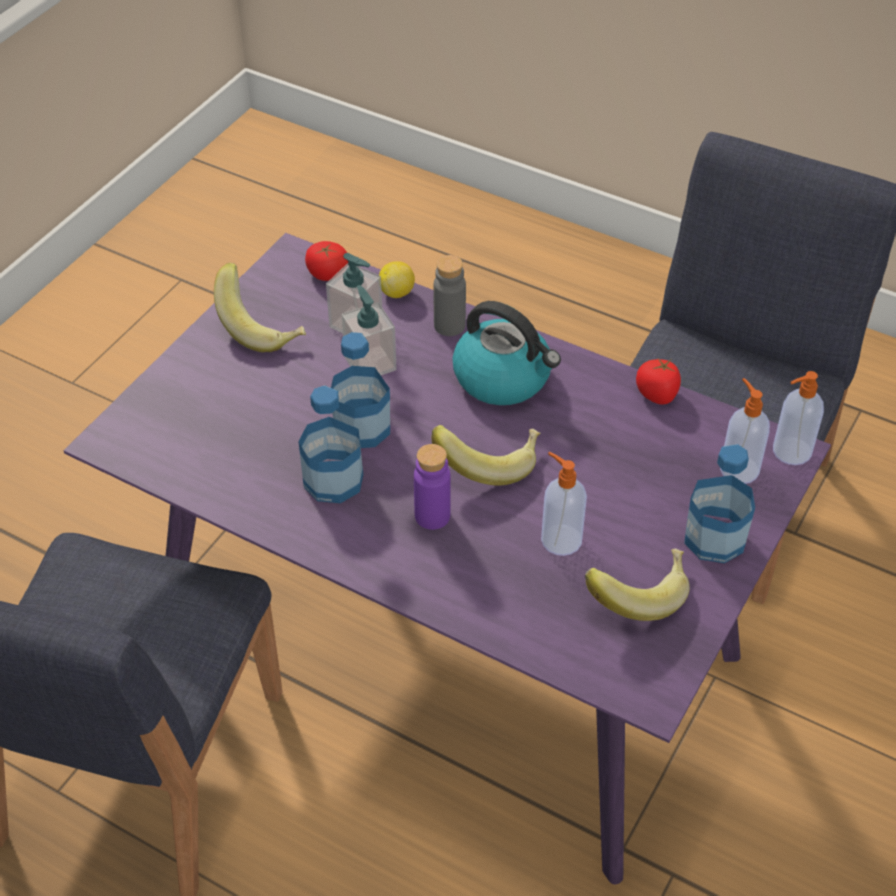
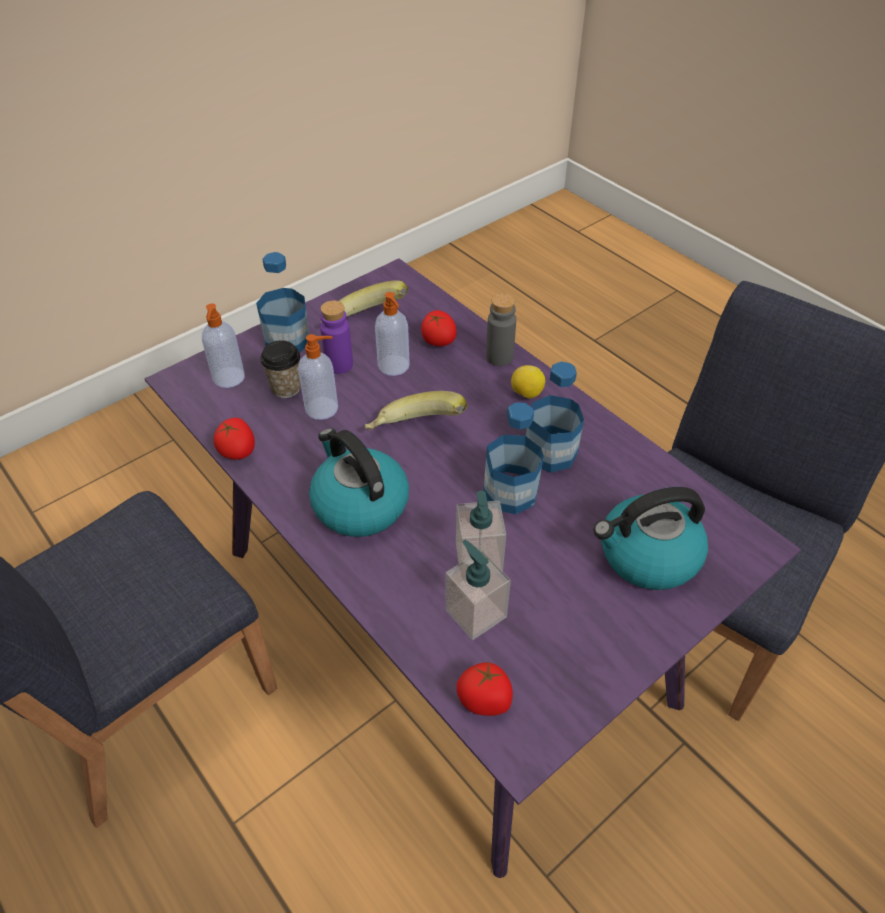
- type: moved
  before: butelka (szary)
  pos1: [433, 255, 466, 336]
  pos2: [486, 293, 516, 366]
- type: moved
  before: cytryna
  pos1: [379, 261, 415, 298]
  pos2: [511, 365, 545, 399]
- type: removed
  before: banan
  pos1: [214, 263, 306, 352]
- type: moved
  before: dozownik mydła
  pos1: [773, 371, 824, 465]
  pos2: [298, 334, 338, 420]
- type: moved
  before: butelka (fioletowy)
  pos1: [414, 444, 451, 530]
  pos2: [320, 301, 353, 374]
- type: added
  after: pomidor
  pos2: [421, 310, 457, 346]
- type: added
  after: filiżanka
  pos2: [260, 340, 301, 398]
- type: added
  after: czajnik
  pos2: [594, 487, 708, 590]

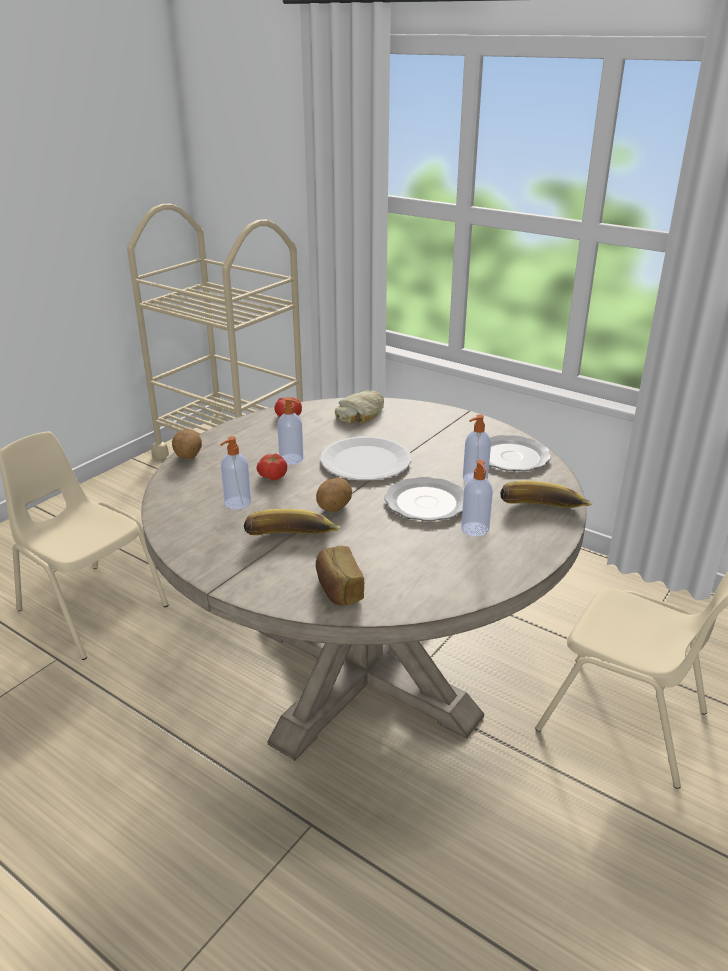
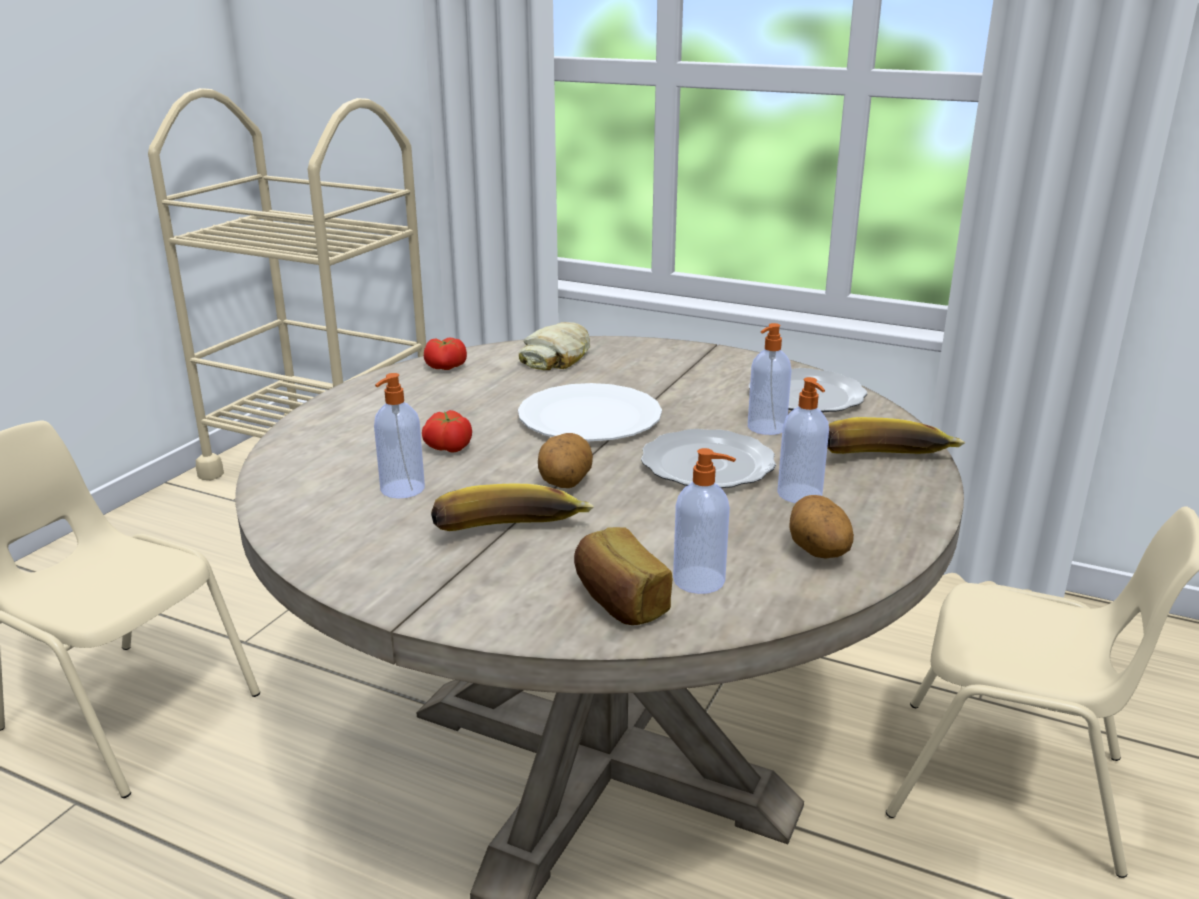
- type: moved
  before: dozownik mydła
  pos1: [277, 397, 304, 465]
  pos2: [673, 448, 736, 594]
- type: moved
  before: ziemniak
  pos1: [172, 429, 202, 459]
  pos2: [789, 495, 854, 559]

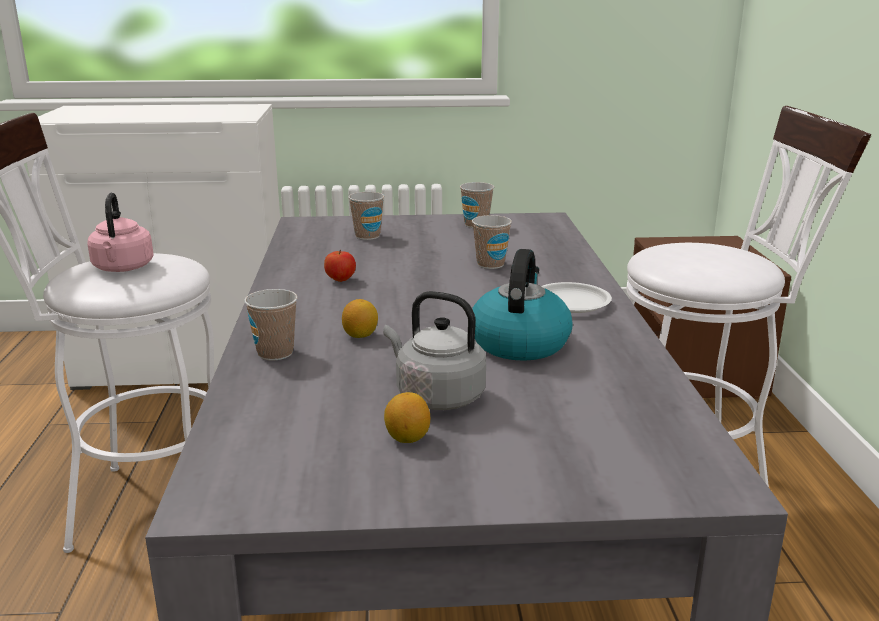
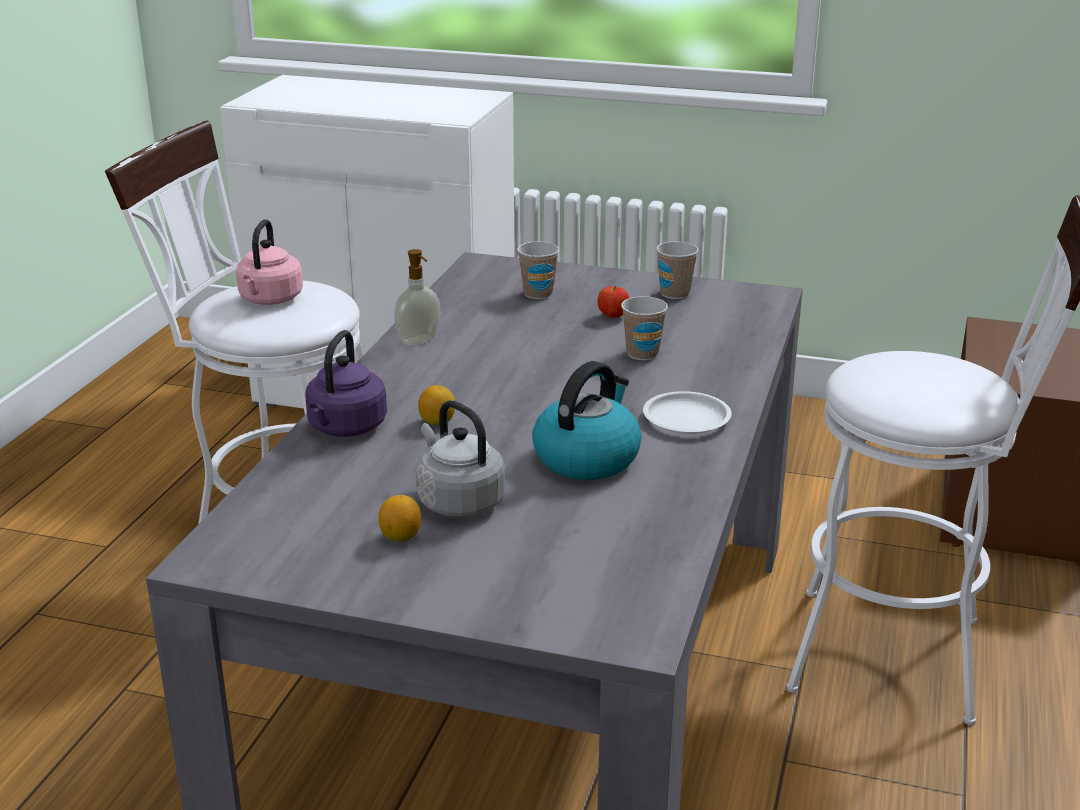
- type: moved
  before: jabłko
  pos1: [324, 250, 356, 282]
  pos2: [597, 286, 629, 318]
- type: replaced
  before: filiżanka
  after: czajnik (fioletowy)
  pos1: [244, 289, 298, 361]
  pos2: [305, 330, 387, 437]
- type: added
  after: dozownik mydła
  pos2: [394, 249, 441, 346]

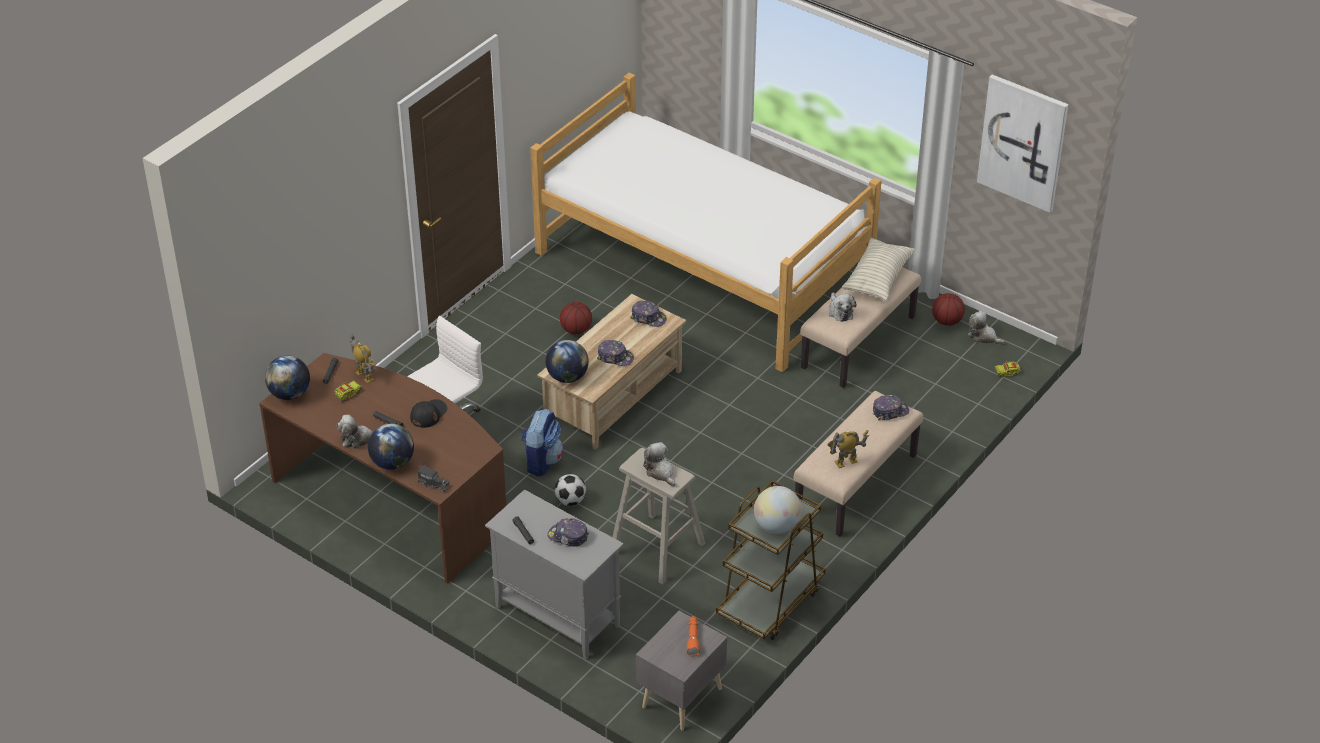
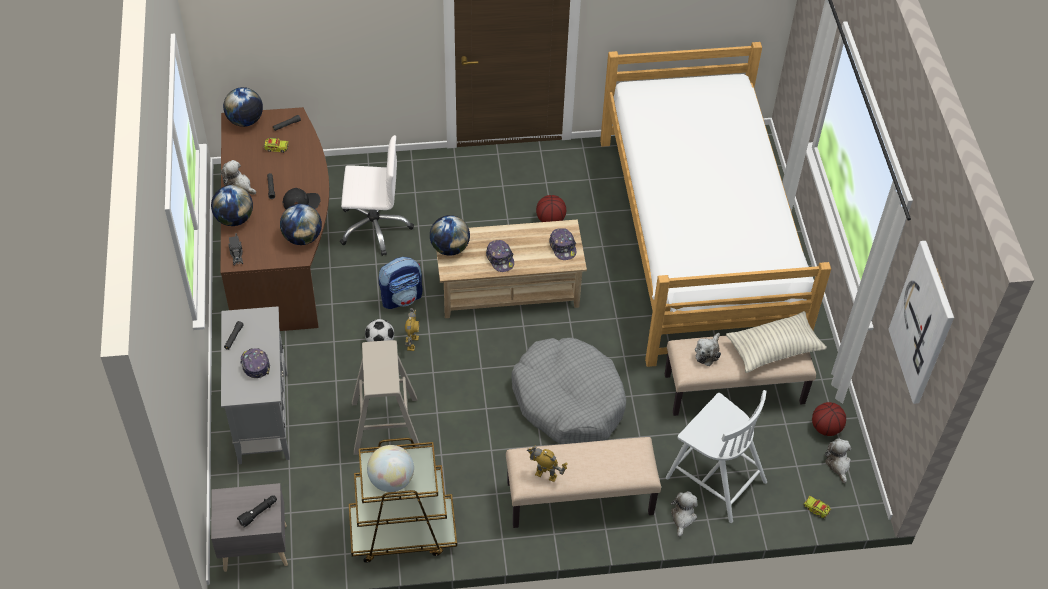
- type: moved
  before: robot zabawkowy
  pos1: [350, 334, 375, 384]
  pos2: [405, 308, 419, 351]
- type: removed
  before: czapka z daszkiem
  pos1: [873, 395, 909, 420]
- type: moved
  before: pluszak
  pos1: [644, 442, 676, 486]
  pos2: [671, 491, 697, 537]
- type: recoloured
  before: latarka (pomarańczowy)
  after: latarka (czarny)
  pos1: [687, 616, 700, 656]
  pos2: [237, 495, 277, 528]
- type: added
  after: globus
  pos2: [280, 204, 322, 245]
- type: added
  after: legowisko (szary)
  pos2: [512, 338, 626, 444]
- type: added
  after: krzesło (biały)
  pos2: [666, 390, 767, 523]

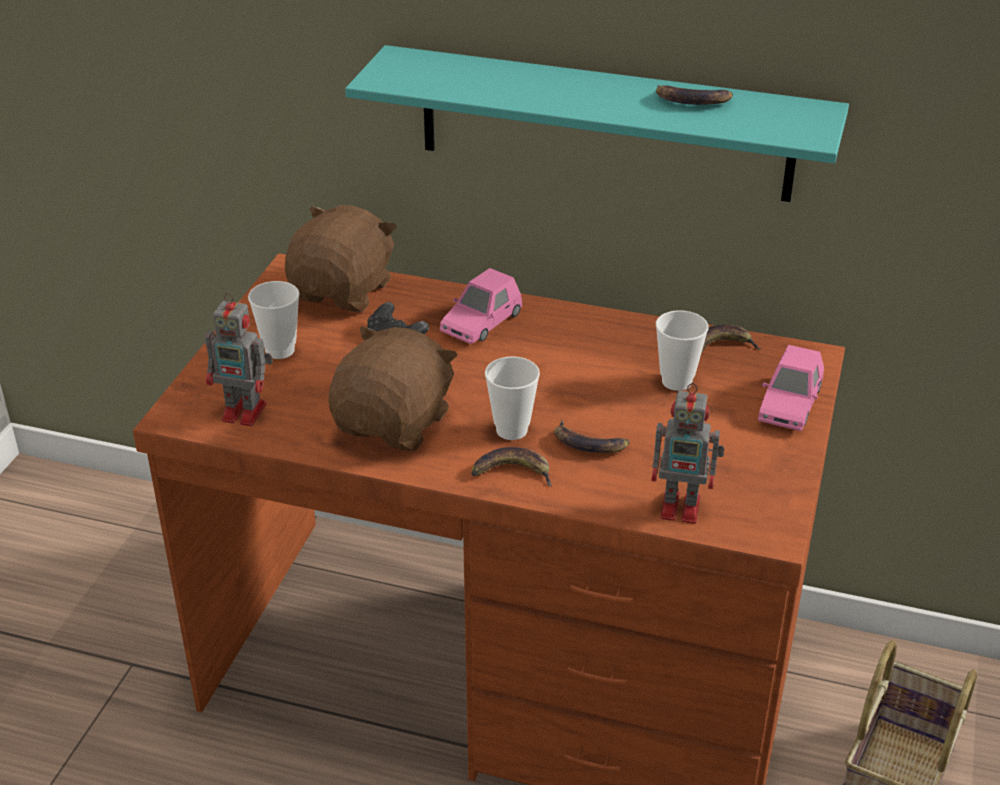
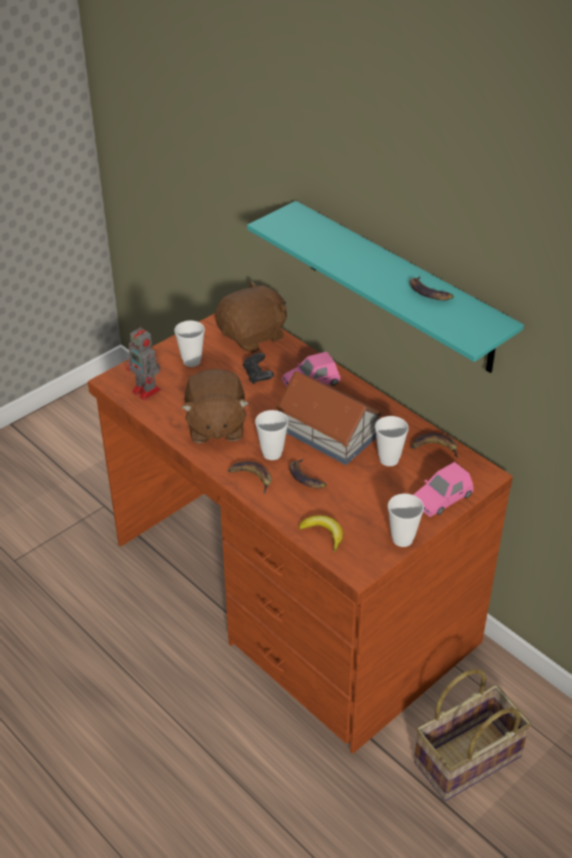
- type: turned
  before: pluszak (brązowy)
  pos1: [328, 326, 458, 451]
  pos2: [181, 369, 249, 443]
  turn: 120
- type: replaced
  before: robot zabawkowy
  after: banan
  pos1: [651, 383, 725, 524]
  pos2: [299, 515, 343, 552]
- type: added
  after: domek
  pos2: [276, 371, 384, 465]
- type: added
  after: filiżanka
  pos2: [388, 494, 424, 547]

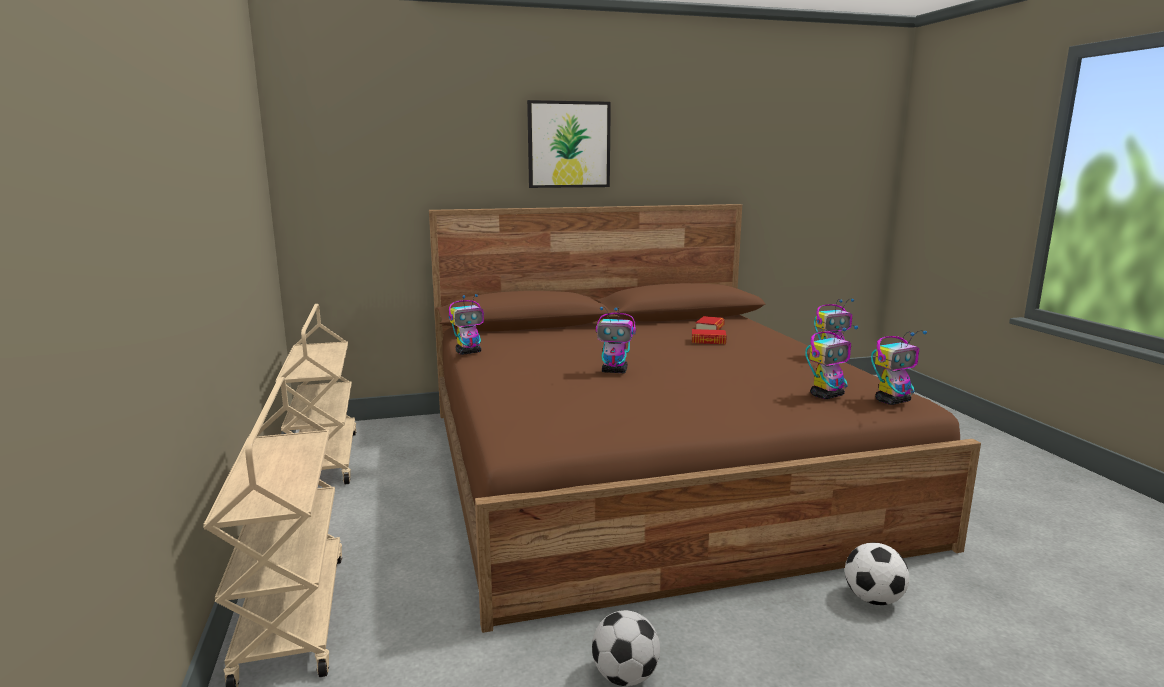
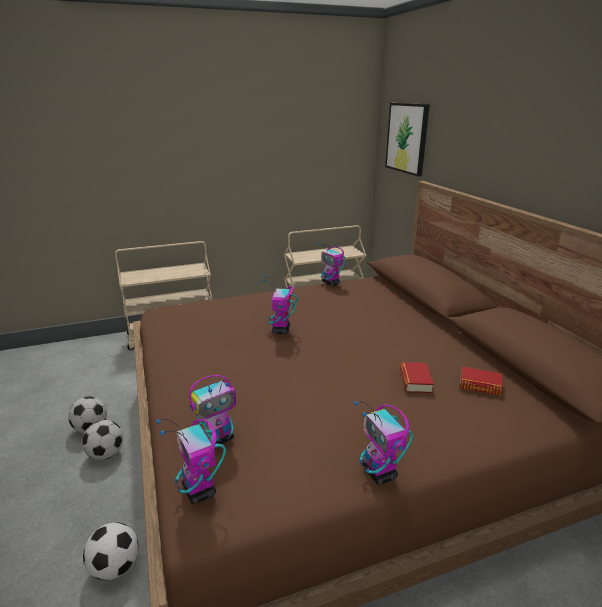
- type: moved
  before: obraz
  pos1: [527, 100, 611, 188]
  pos2: [385, 103, 430, 177]
- type: turned
  before: robot zabawkowy
  pos1: [806, 325, 858, 399]
  pos2: [189, 375, 236, 444]
  turn: -90
- type: added
  after: piłka futbolowa
  pos2: [82, 420, 123, 460]

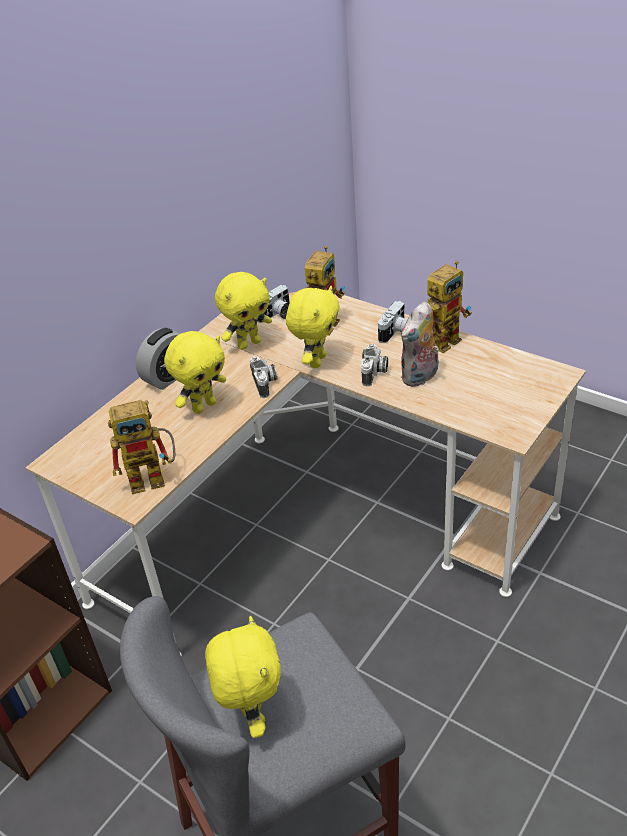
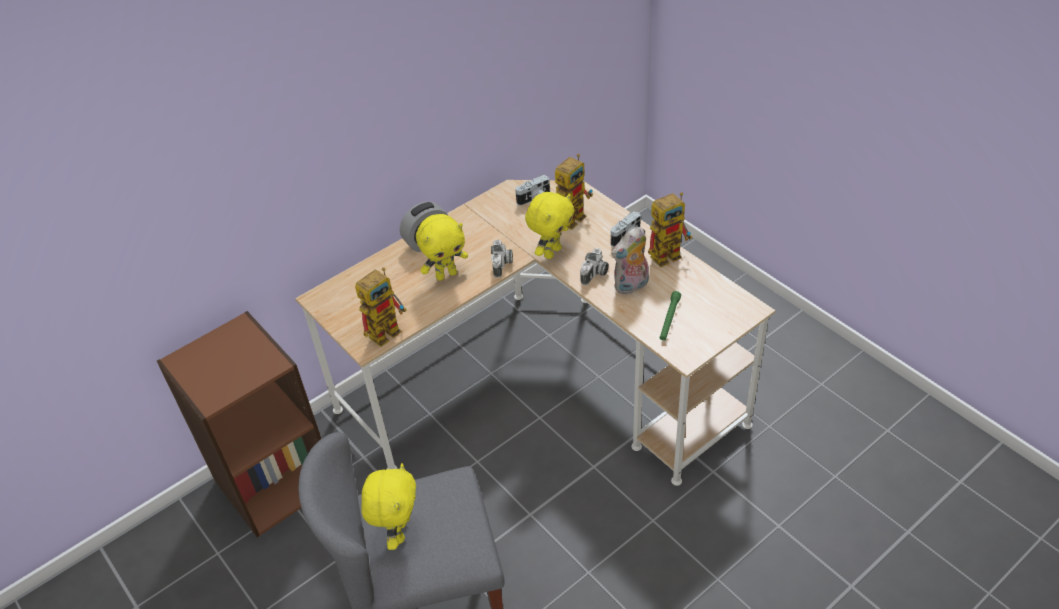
- type: removed
  before: pluszak (żółty)
  pos1: [215, 272, 272, 350]
- type: turned
  before: robot zabawkowy
  pos1: [108, 400, 175, 494]
  pos2: [355, 267, 407, 347]
  turn: -45
- type: added
  after: latarka (zielony)
  pos2: [660, 291, 681, 341]

